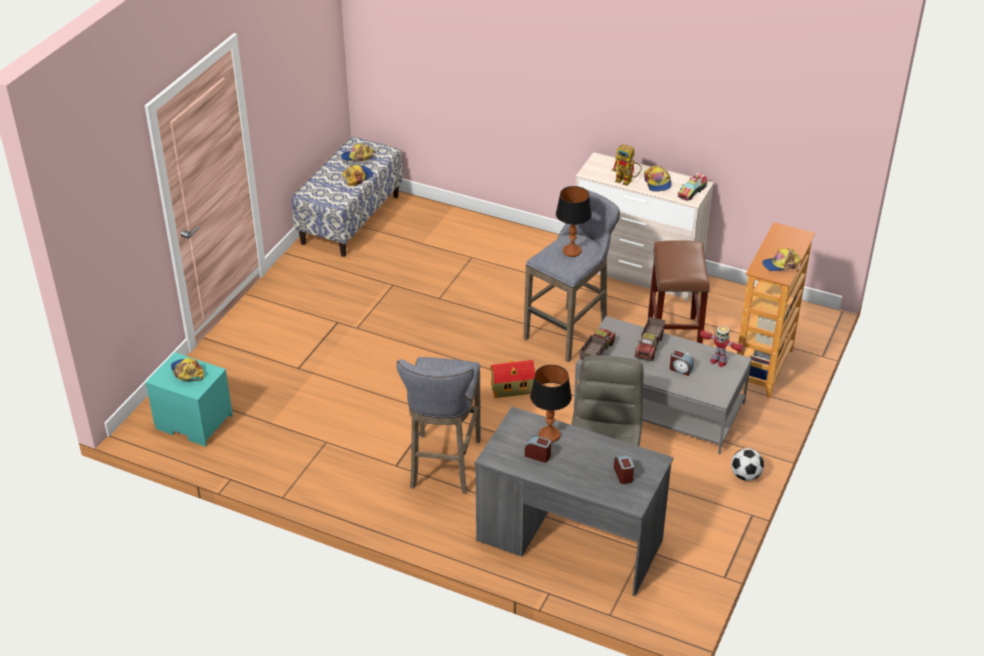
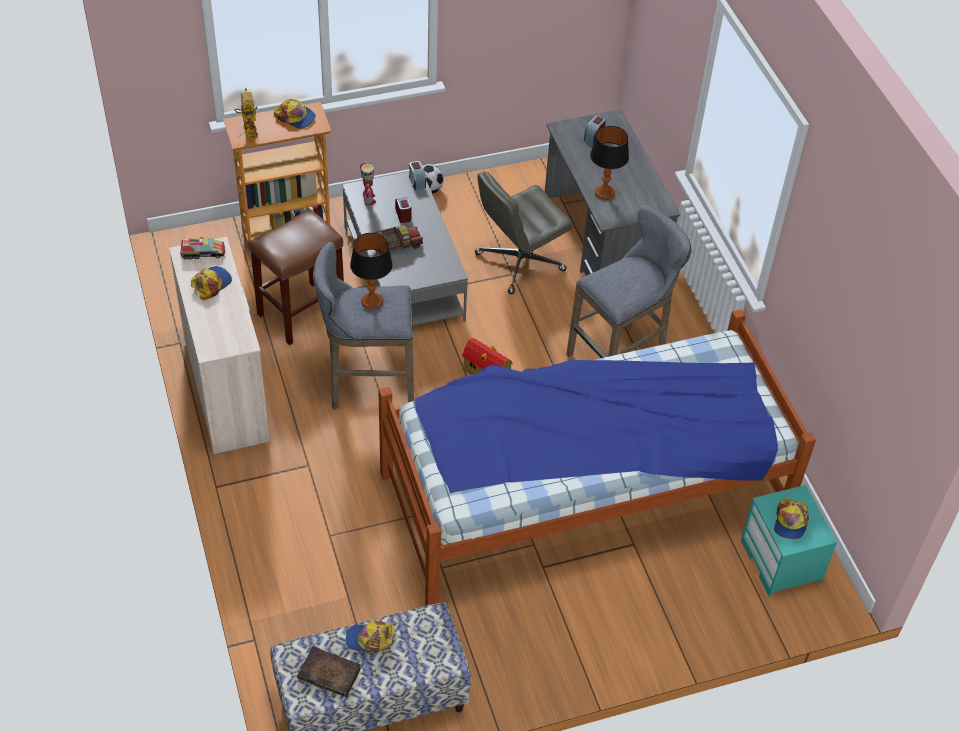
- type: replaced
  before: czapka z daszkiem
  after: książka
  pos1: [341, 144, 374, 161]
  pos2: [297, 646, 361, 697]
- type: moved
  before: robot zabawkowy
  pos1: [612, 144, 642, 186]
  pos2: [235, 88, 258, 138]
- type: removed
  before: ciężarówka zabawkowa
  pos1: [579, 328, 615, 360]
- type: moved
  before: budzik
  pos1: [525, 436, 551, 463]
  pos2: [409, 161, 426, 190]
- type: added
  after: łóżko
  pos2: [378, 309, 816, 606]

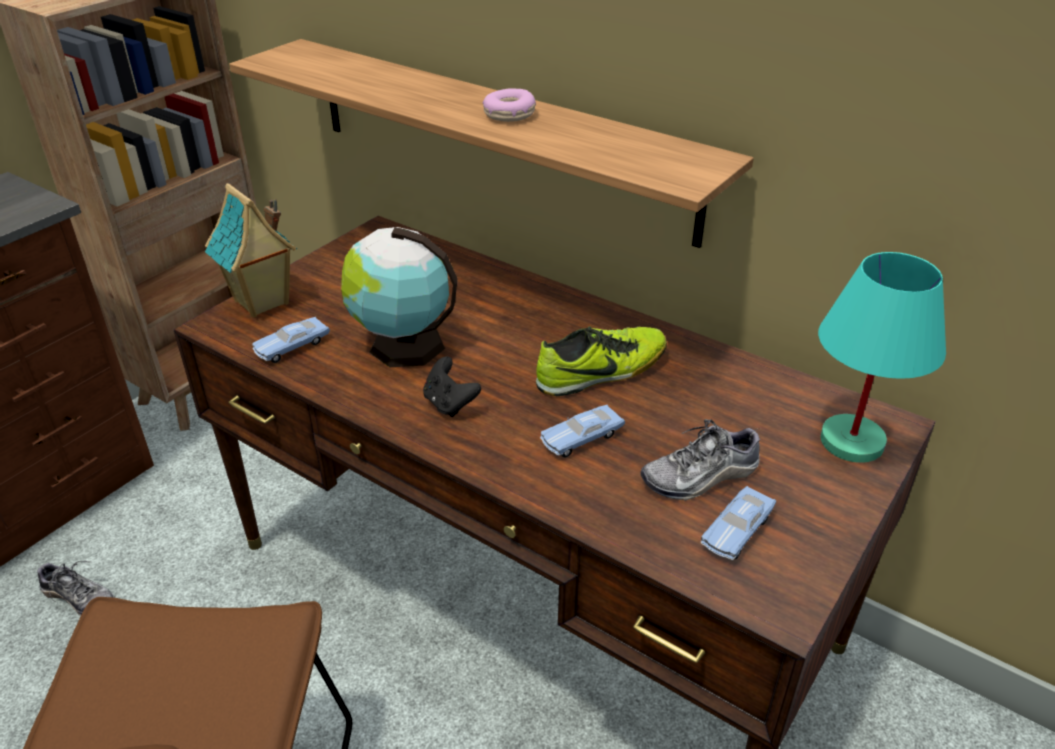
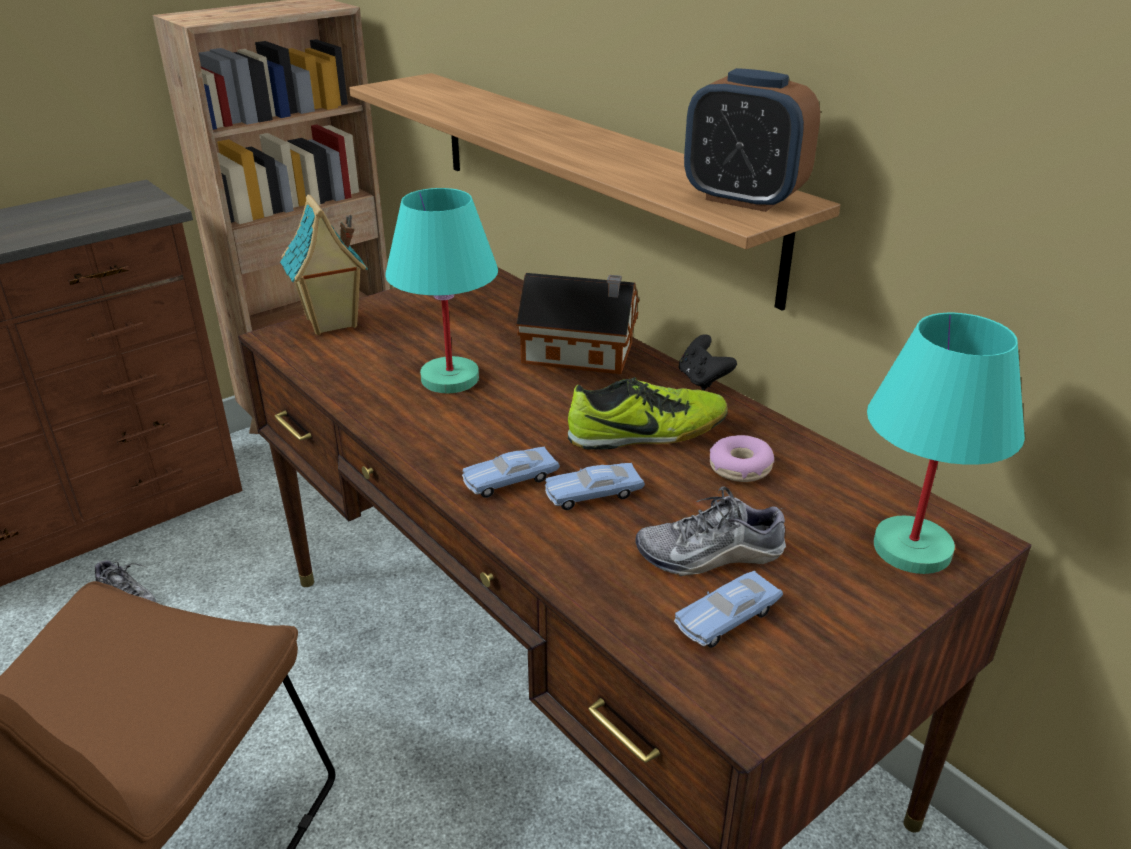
- type: moved
  before: donut
  pos1: [483, 88, 536, 122]
  pos2: [710, 435, 774, 482]
- type: replaced
  before: globus
  after: lampa stołowa (turkusowy)
  pos1: [341, 227, 458, 367]
  pos2: [385, 188, 498, 393]
- type: moved
  before: samochodzik (niebieski)
  pos1: [252, 317, 330, 363]
  pos2: [462, 447, 560, 498]
- type: moved
  before: pad do gier (czarny)
  pos1: [423, 356, 481, 417]
  pos2: [679, 334, 737, 390]
- type: added
  after: budzik
  pos2: [684, 68, 820, 212]
- type: added
  after: domek
  pos2: [516, 273, 639, 374]

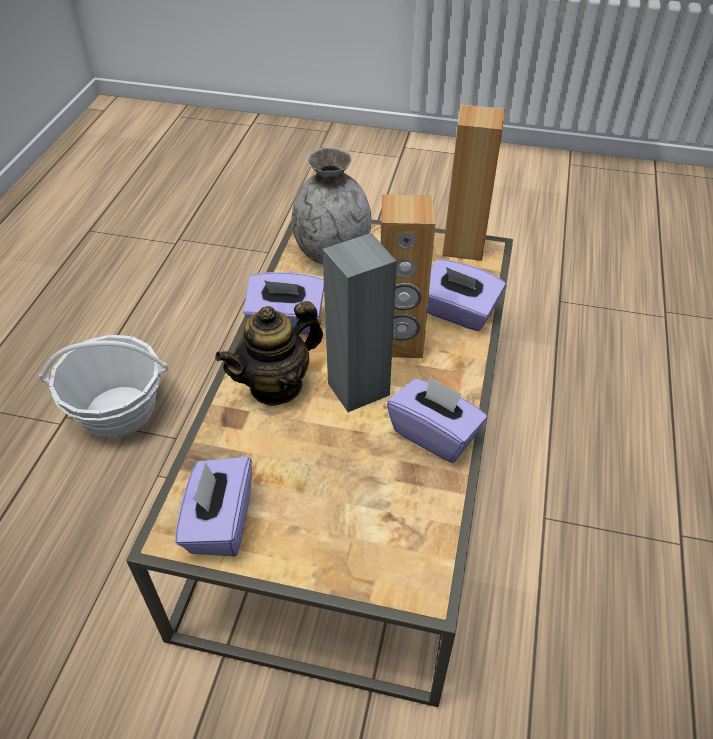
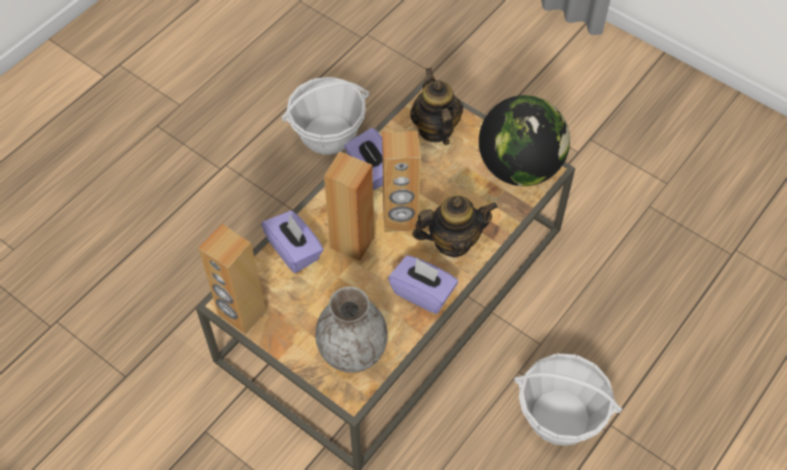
- type: recoloured
  before: głośnik (szary)
  after: głośnik (brązowy)
  pos1: [322, 233, 397, 412]
  pos2: [382, 131, 421, 232]
- type: replaced
  before: pudełko chusteczek (fioletowy)
  after: globus
  pos1: [175, 457, 252, 556]
  pos2: [479, 95, 570, 186]
- type: added
  after: imbryk
  pos2: [410, 68, 463, 145]
- type: added
  after: koszyk
  pos2: [282, 77, 369, 155]

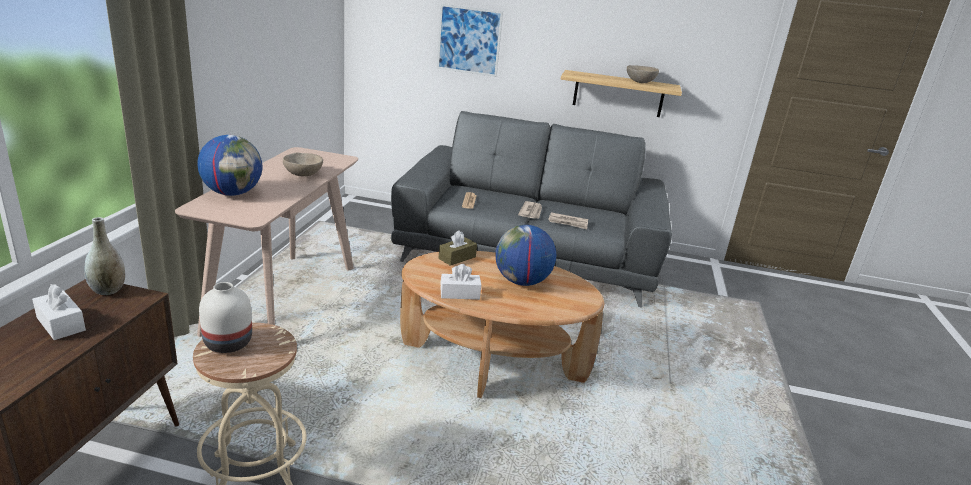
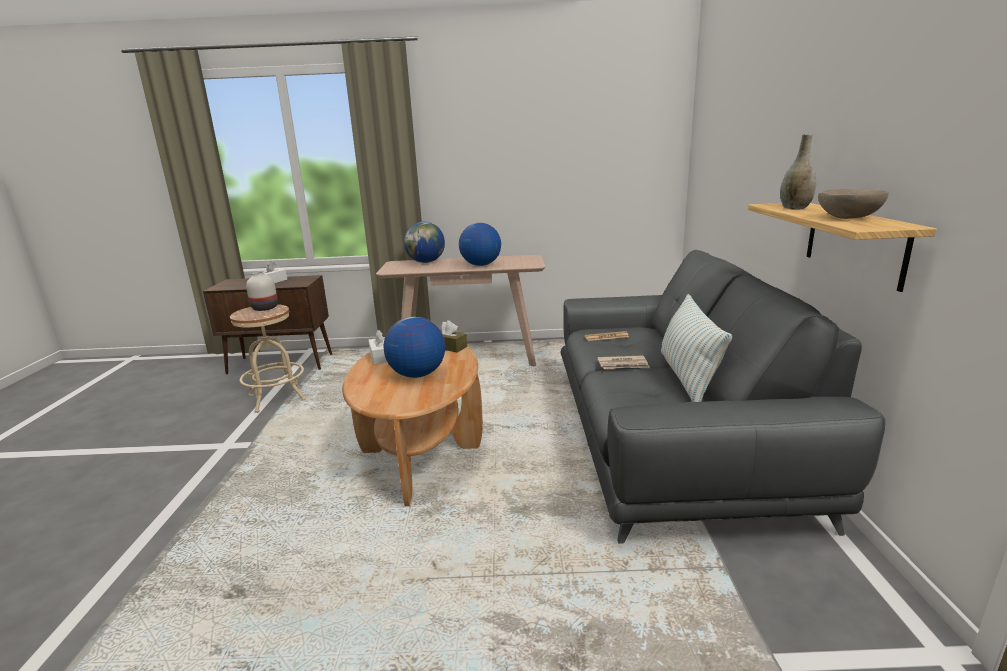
- type: removed
  before: obraz
  pos1: [437, 4, 503, 77]
- type: replaced
  before: miska (beżowy)
  after: globus
  pos1: [283, 153, 323, 176]
  pos2: [459, 223, 501, 266]
- type: removed
  before: gazeta
  pos1: [548, 212, 588, 230]
- type: moved
  before: wazon (szary)
  pos1: [84, 217, 125, 295]
  pos2: [780, 134, 817, 210]
- type: added
  after: poduszka
  pos2: [661, 294, 733, 402]

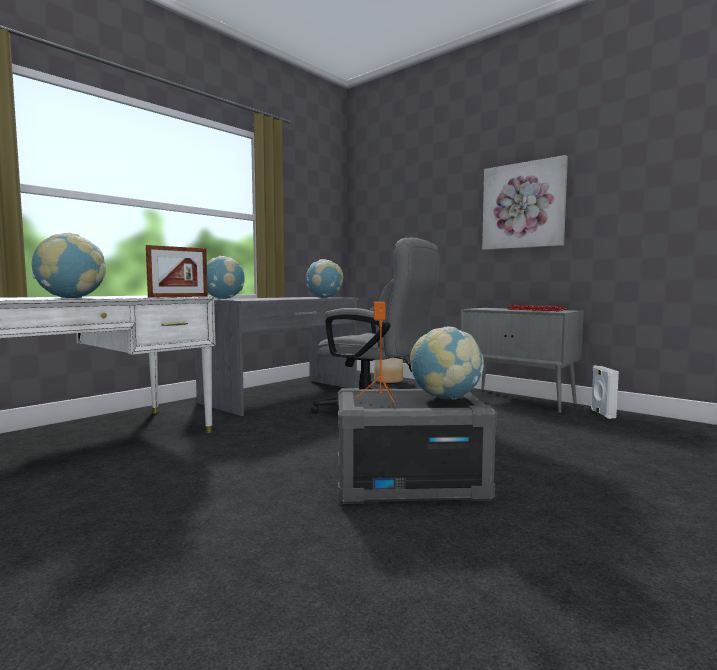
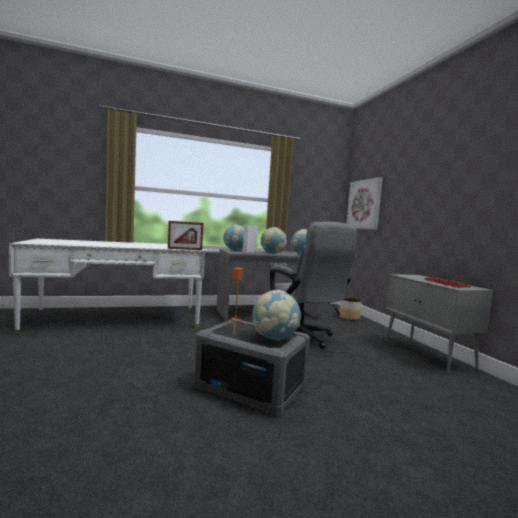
- type: moved
  before: obraz
  pos1: [482, 155, 568, 250]
  pos2: [346, 177, 383, 229]
- type: moved
  before: globus
  pos1: [32, 233, 106, 298]
  pos2: [261, 227, 287, 254]
- type: moved
  before: głośnik (biały)
  pos1: [591, 366, 619, 419]
  pos2: [242, 225, 258, 253]

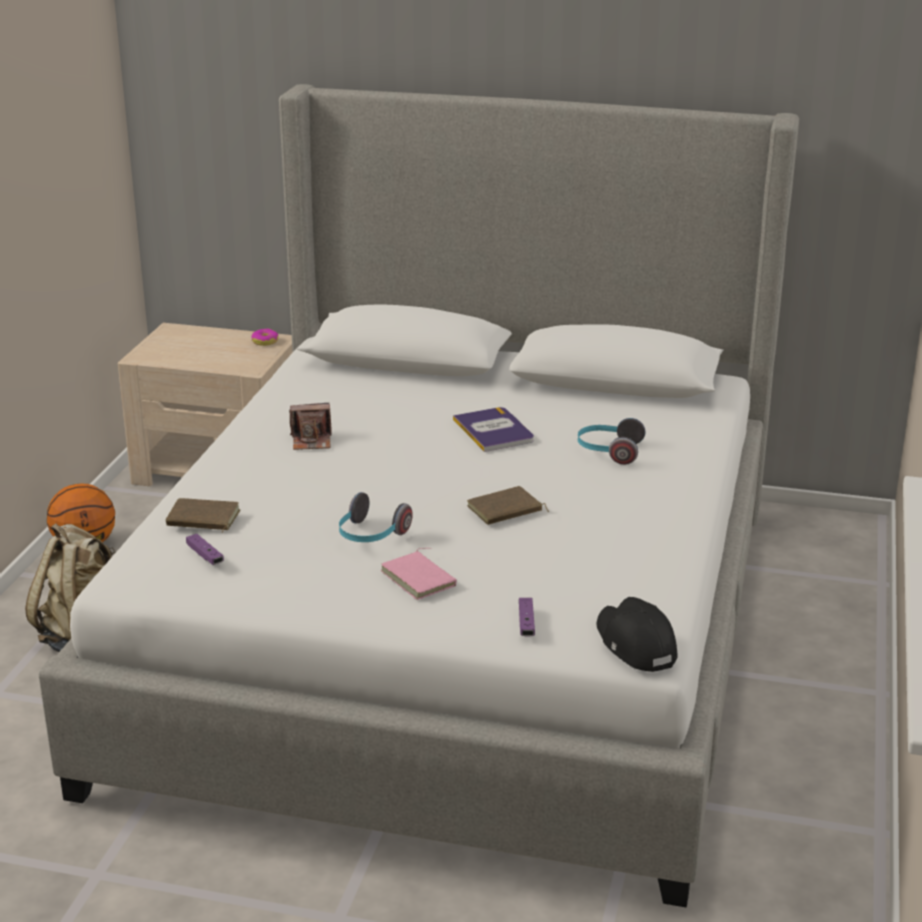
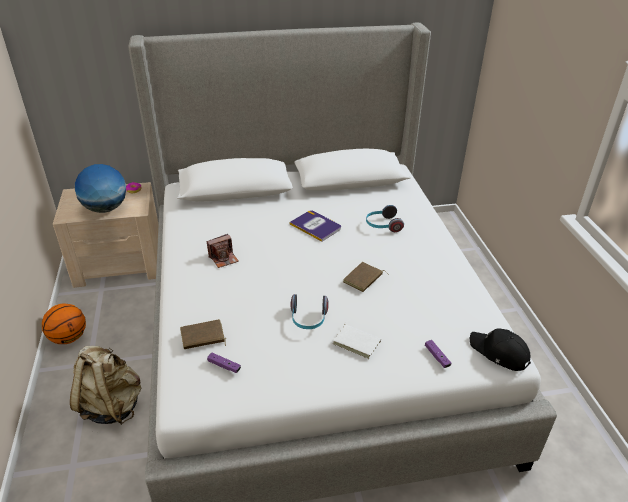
- type: recoloured
  before: książka (różowy)
  after: książka (biały)
  pos1: [381, 548, 457, 600]
  pos2: [333, 319, 381, 359]
- type: added
  after: globus
  pos2: [75, 164, 126, 213]

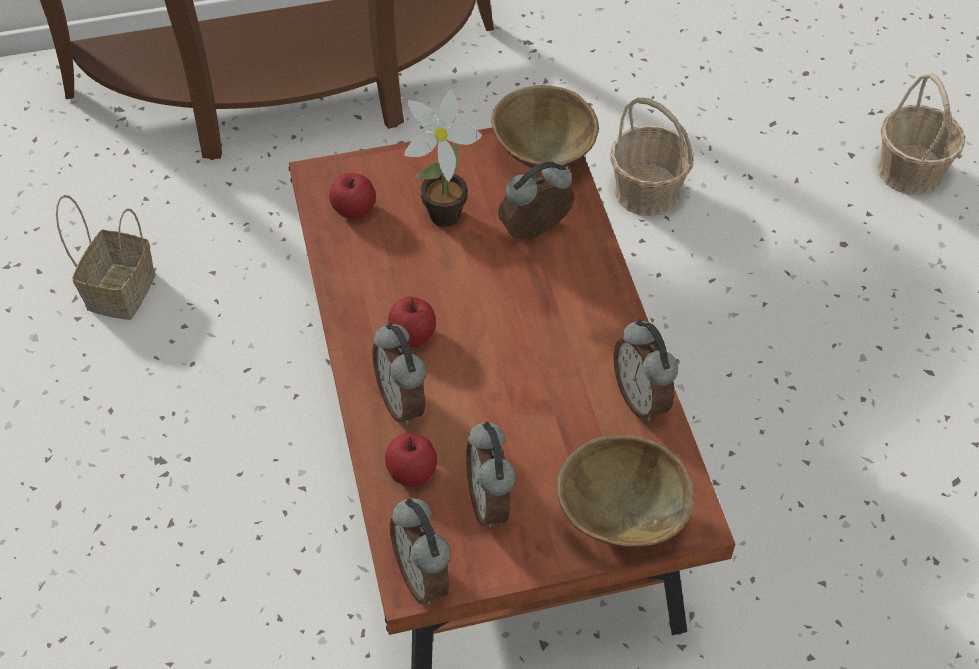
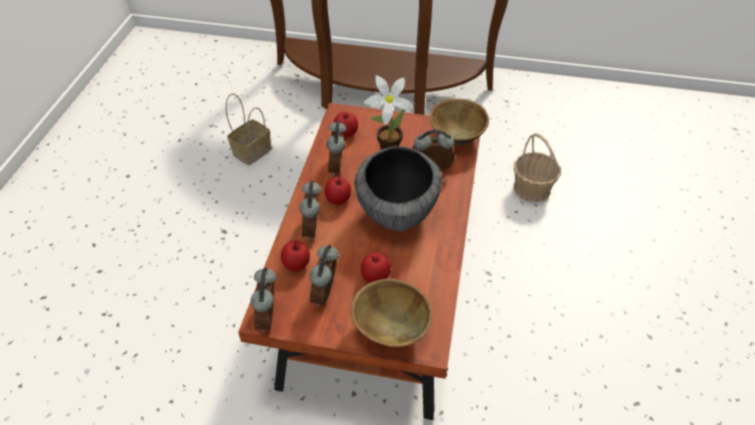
- type: removed
  before: koszyk
  pos1: [877, 73, 965, 195]
- type: moved
  before: budzik
  pos1: [613, 319, 678, 422]
  pos2: [327, 121, 347, 177]
- type: added
  after: miska
  pos2: [355, 146, 442, 231]
- type: added
  after: jabłko
  pos2: [361, 253, 391, 283]

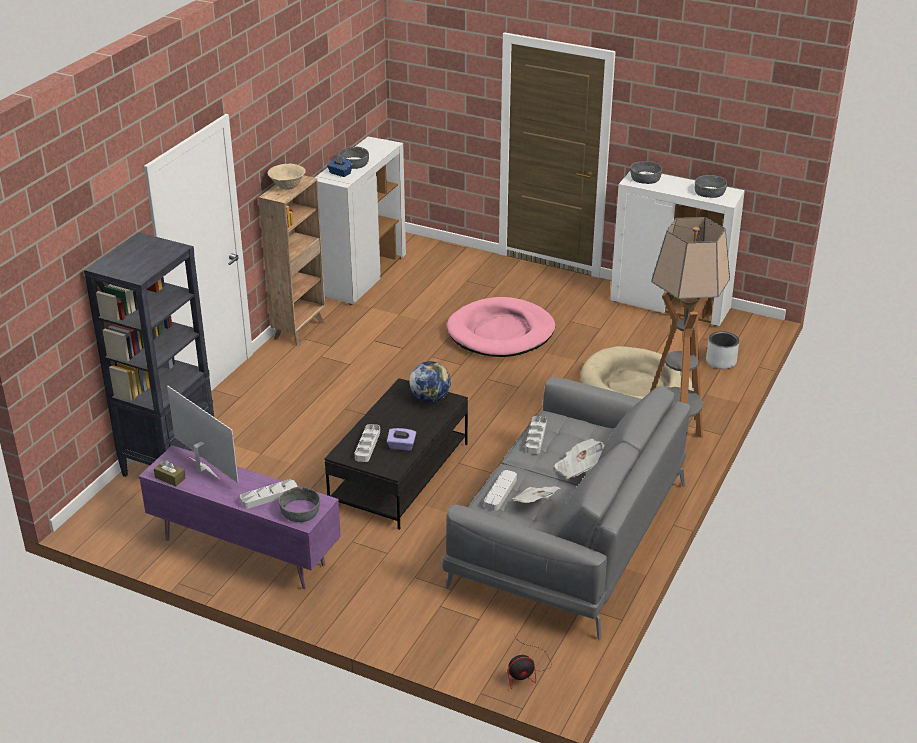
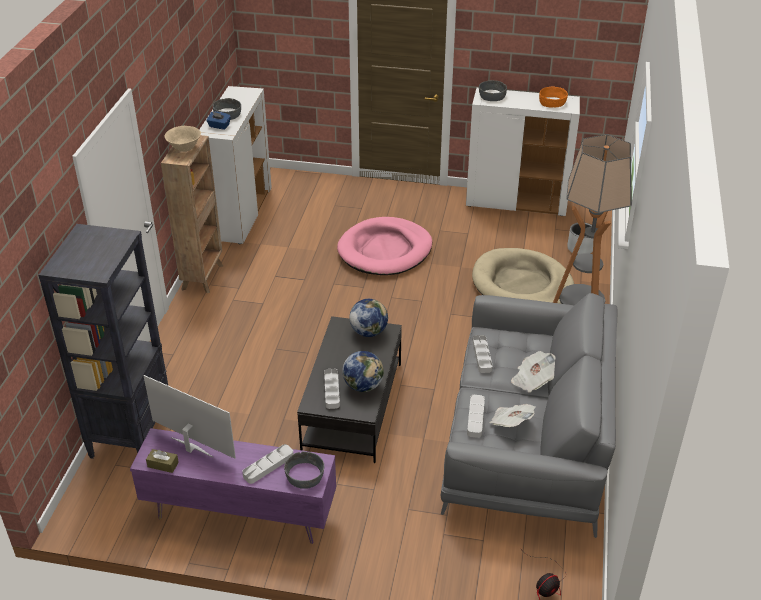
- type: recoloured
  before: miska (szary)
  after: miska (pomarańczowy)
  pos1: [695, 175, 727, 198]
  pos2: [539, 87, 568, 108]
- type: replaced
  before: pudełko chusteczek (fioletowy)
  after: globus
  pos1: [387, 428, 416, 451]
  pos2: [342, 351, 384, 392]

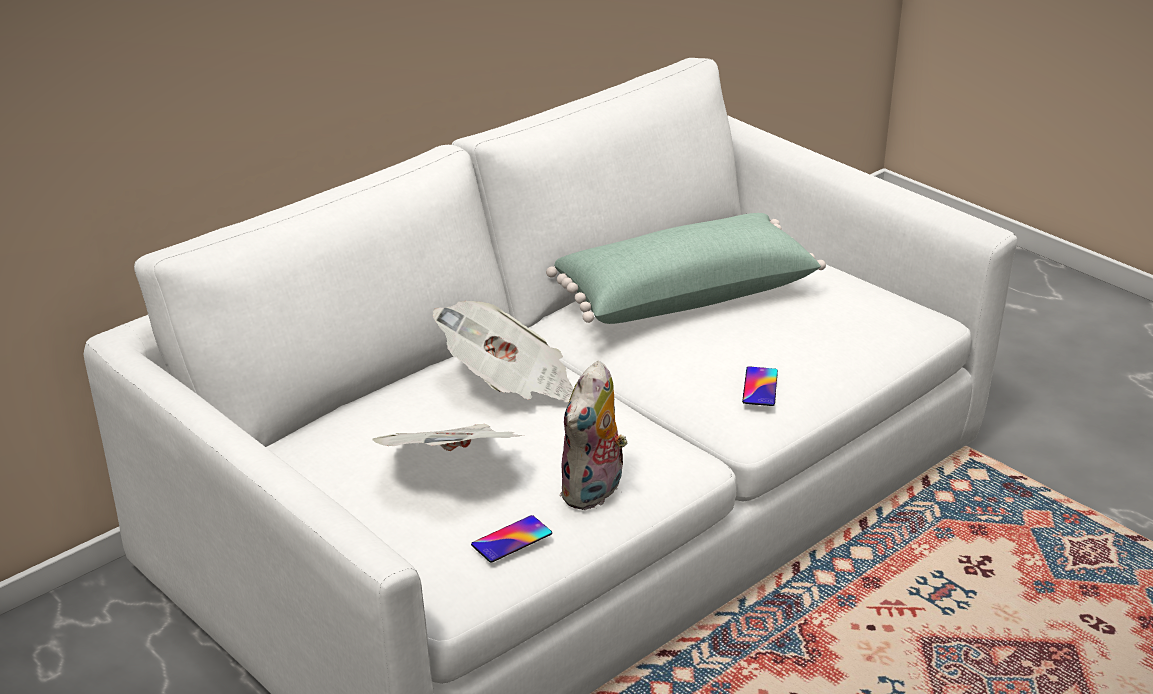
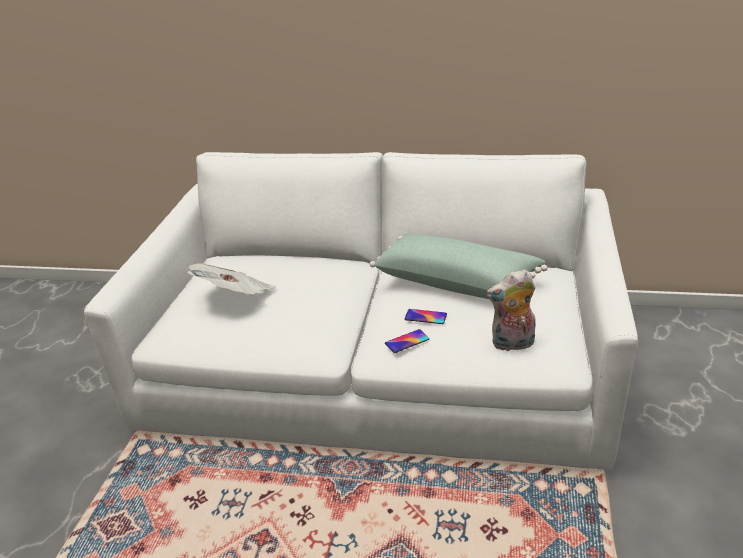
- type: removed
  before: gazeta
  pos1: [433, 301, 574, 402]
- type: moved
  before: pluszak
  pos1: [560, 361, 627, 510]
  pos2: [486, 269, 536, 351]
- type: moved
  before: telefon
  pos1: [471, 515, 552, 562]
  pos2: [405, 309, 447, 324]

